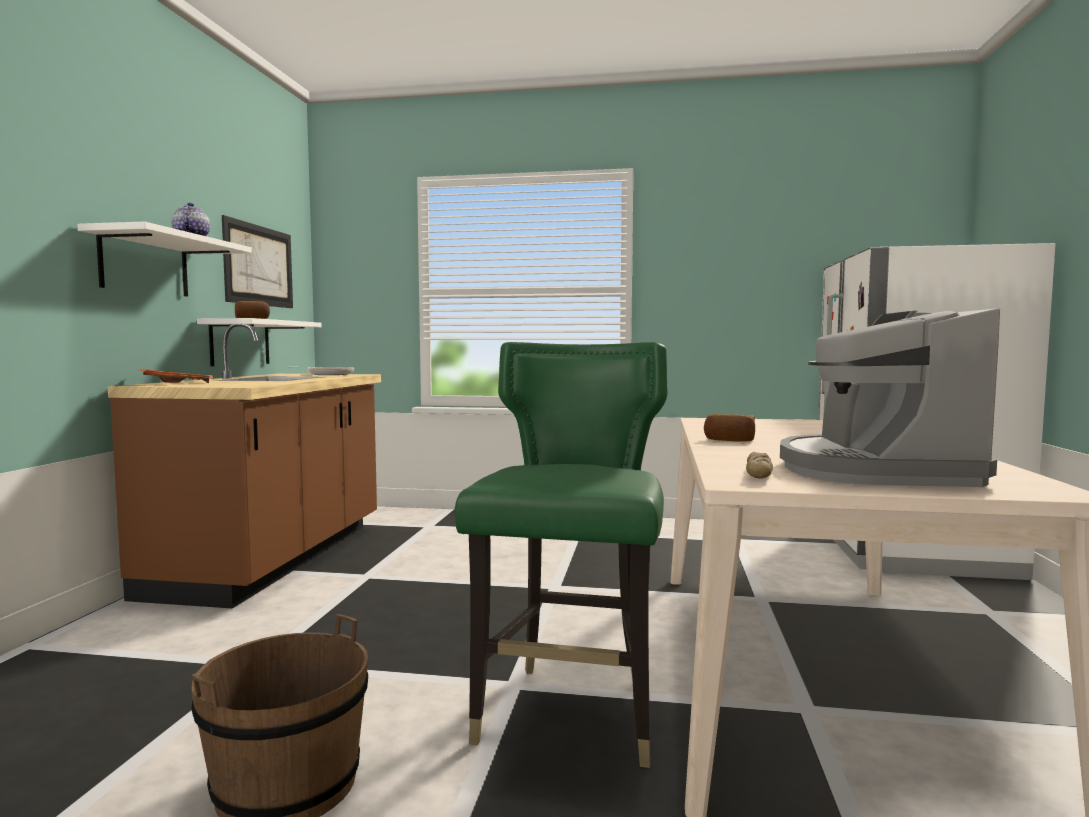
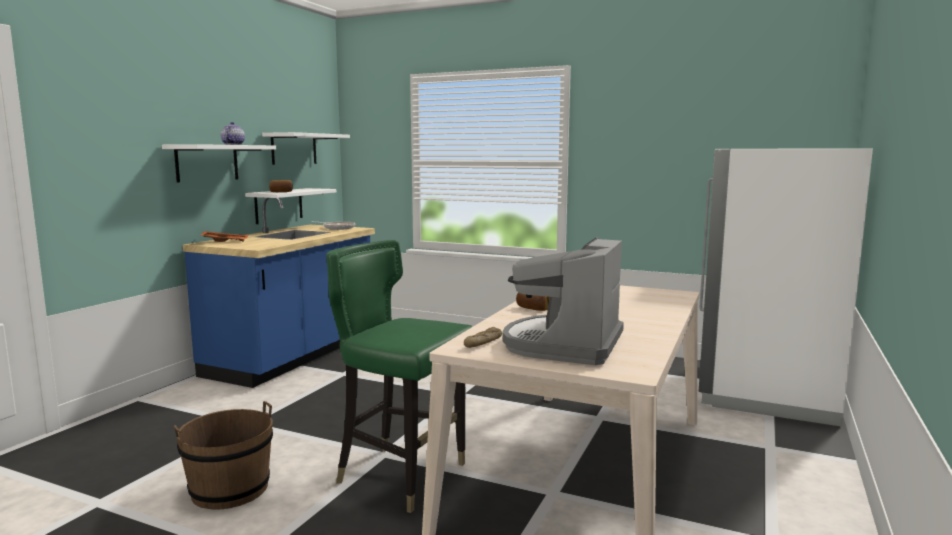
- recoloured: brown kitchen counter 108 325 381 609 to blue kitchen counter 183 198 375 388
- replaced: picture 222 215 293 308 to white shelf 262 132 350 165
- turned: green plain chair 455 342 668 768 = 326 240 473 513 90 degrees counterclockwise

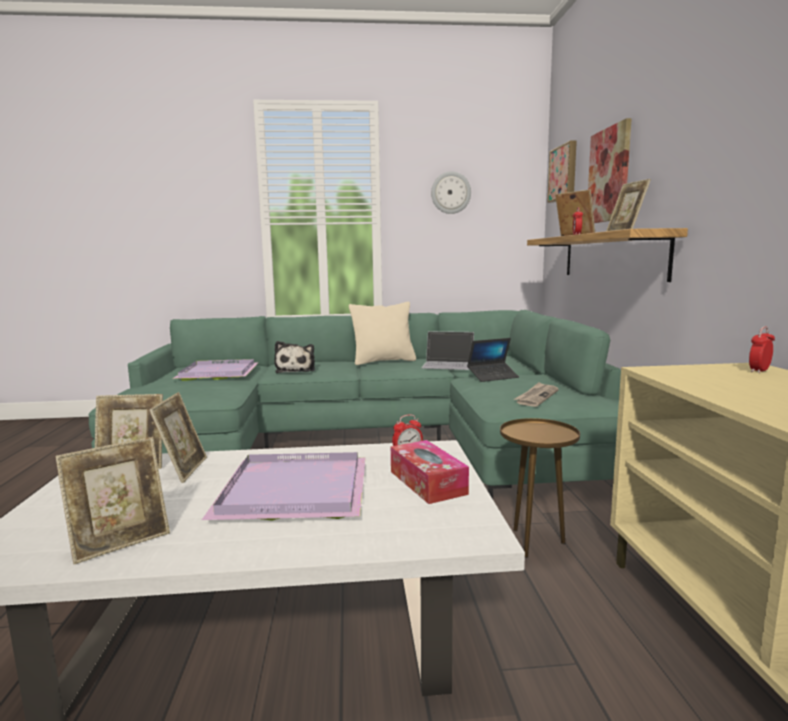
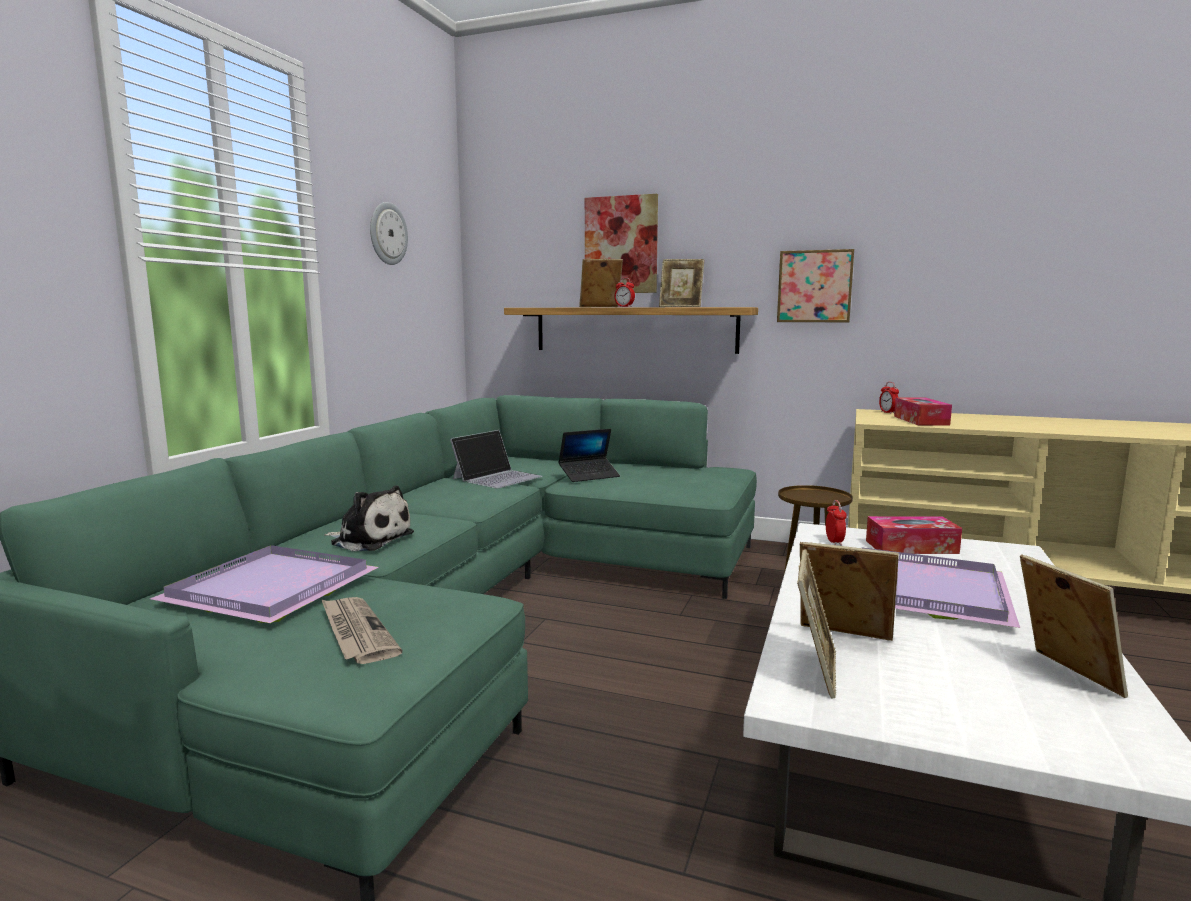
- moved: printed paper 514 382 559 407 to 321 597 402 664
- turned: portable computer 467 338 519 382 = 559 429 620 482 60 degrees clockwise
- moved: picture 547 141 577 203 to 777 249 854 322
- added: box of tissues 894 397 952 426
- removed: sand-coloured throw pillow 349 302 416 365

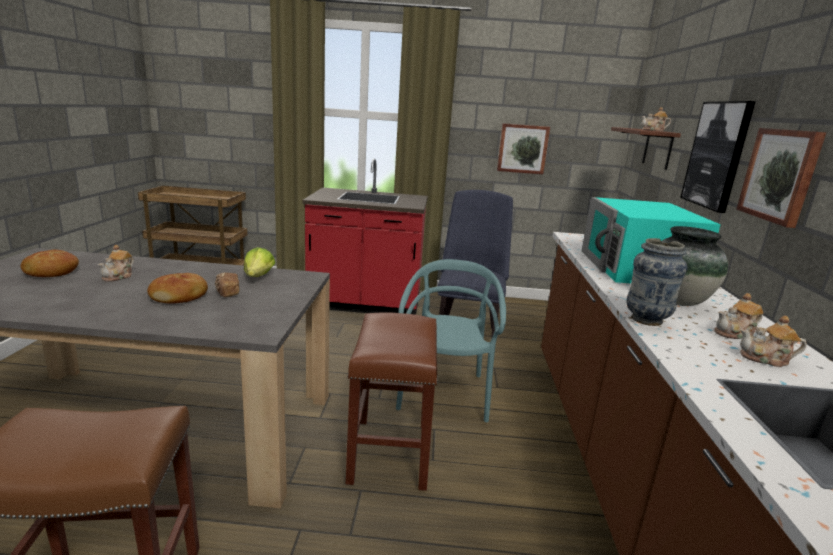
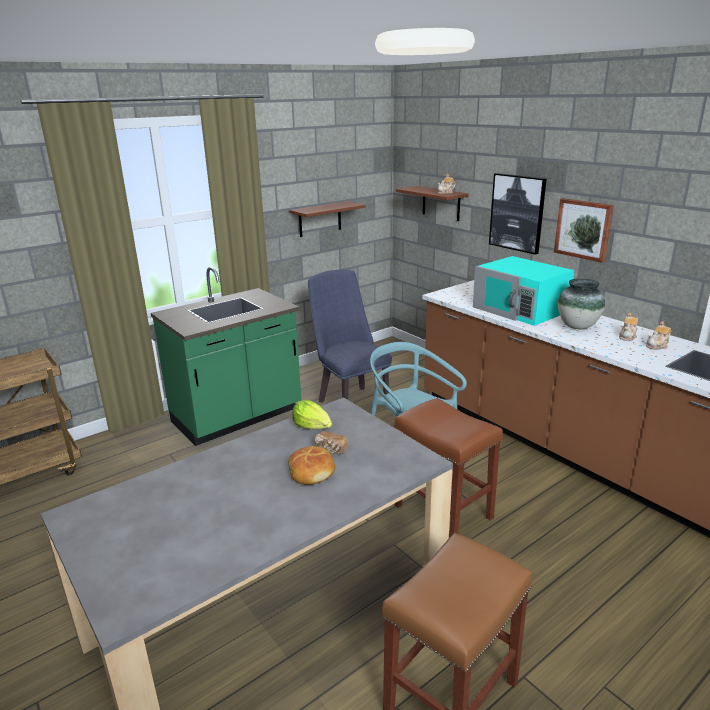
- recoloured: red kitchen counter 302 159 428 315 to green kitchen counter 151 267 301 446
- replaced: picture 497 123 550 174 to shelf 290 201 366 237
- removed: baked bread 21 249 79 277
- removed: pot for tea 98 245 134 282
- removed: decorative vase 626 238 688 326

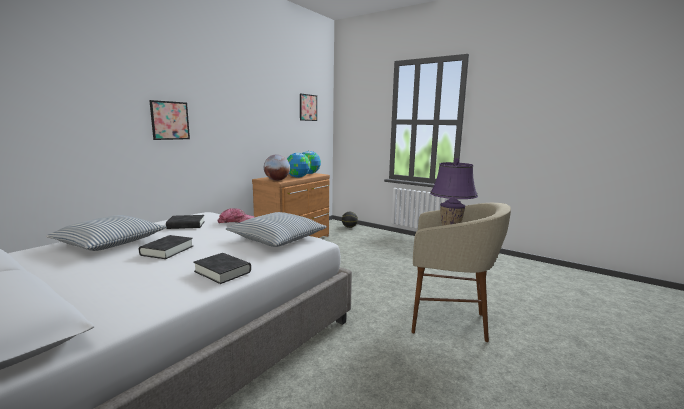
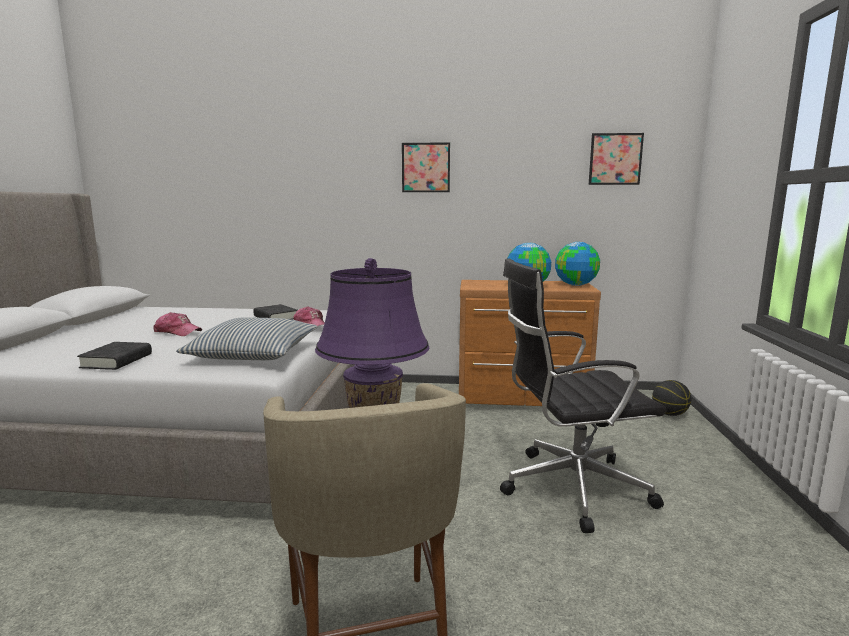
- replaced: blackish volume 139 235 193 259 to peaked cap 153 312 202 336
- moved: picture 149 100 190 140 to 402 142 450 192
- added: blackish office chair 500 258 666 533
- removed: throw pillow 46 215 166 251
- removed: desk globe 264 154 290 181

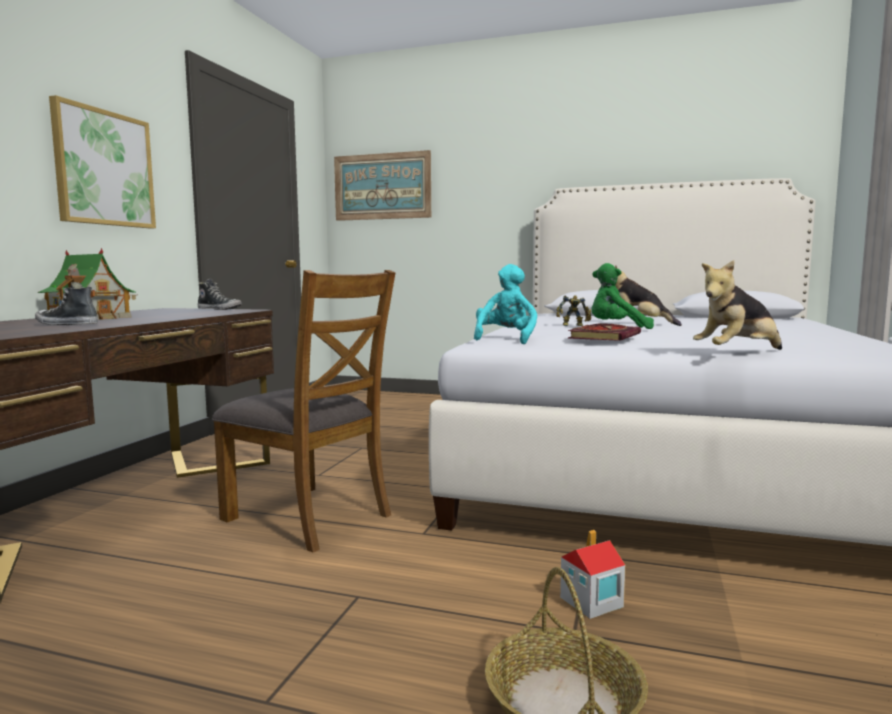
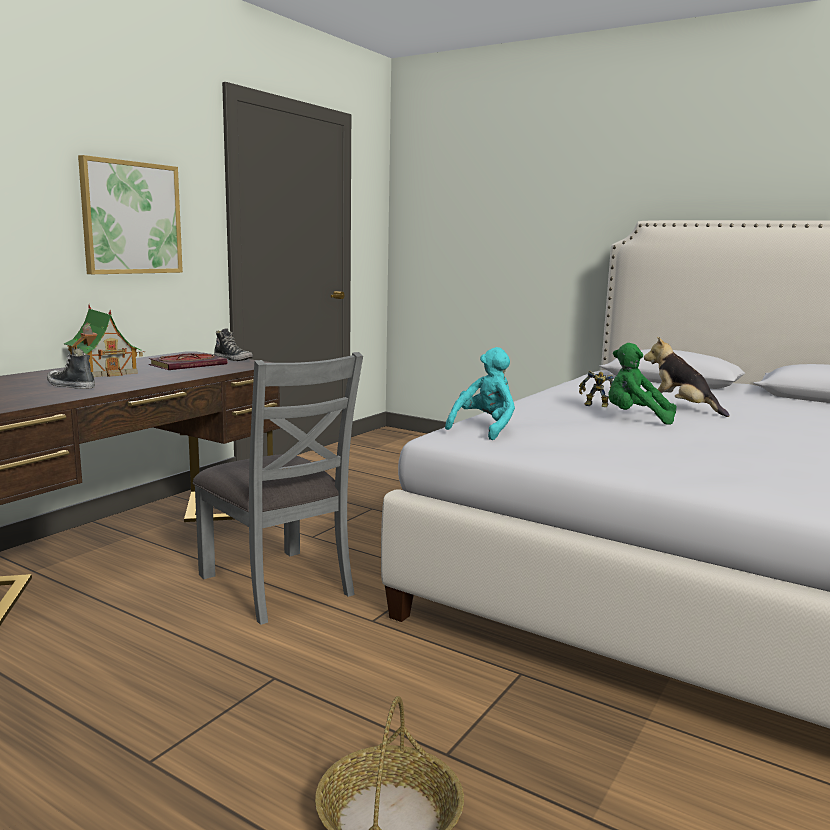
- moved: volume 568 323 641 341 to 148 353 227 370
- recoloured: brown plain chair 212 270 395 553 to grey plain chair 193 352 363 625
- removed: picture 334 150 431 221
- removed: miniature house 560 530 625 619
- removed: cuddly toy 693 260 782 350

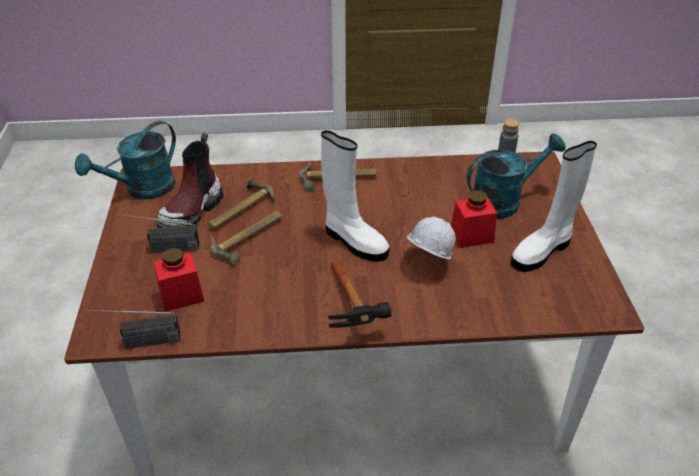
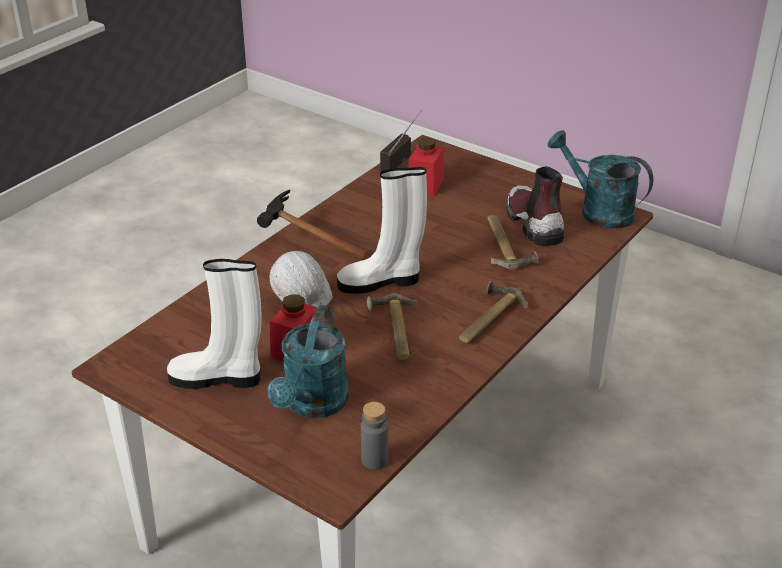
- turned: white boot 511 141 597 272 = 167 259 262 389 90 degrees counterclockwise
- moved: hammer 211 211 282 265 to 367 293 417 360
- turned: turquoise sprinkling can 75 121 176 199 = 547 130 653 229 45 degrees counterclockwise
- removed: radio receiver 118 214 199 253

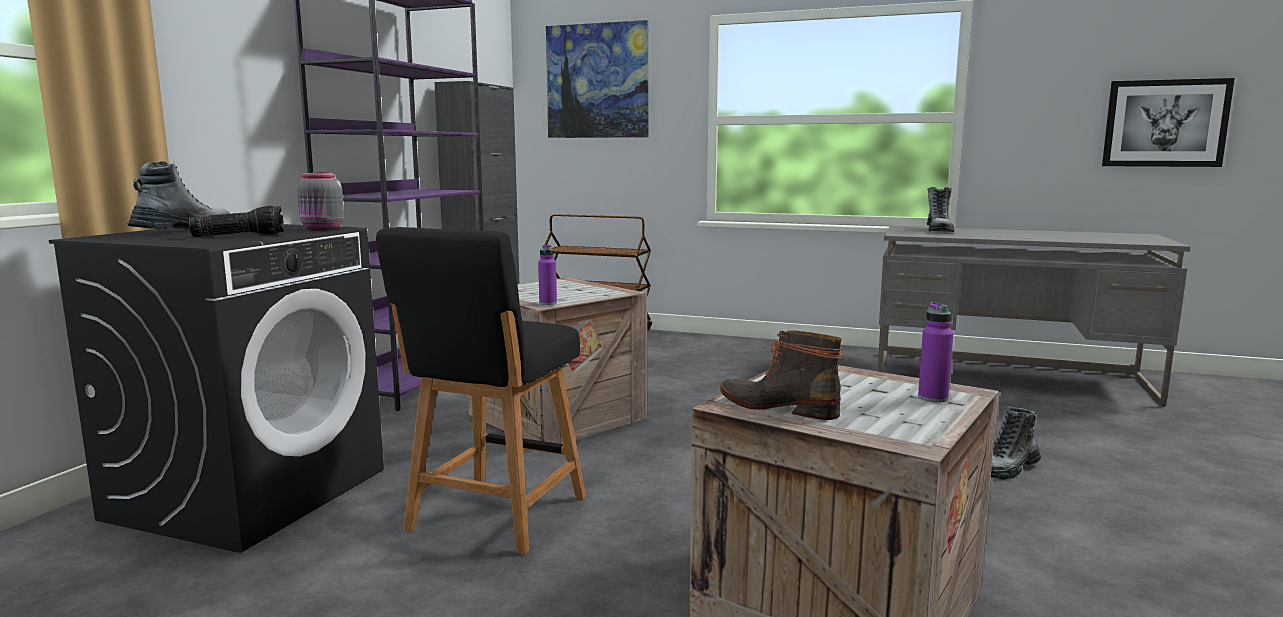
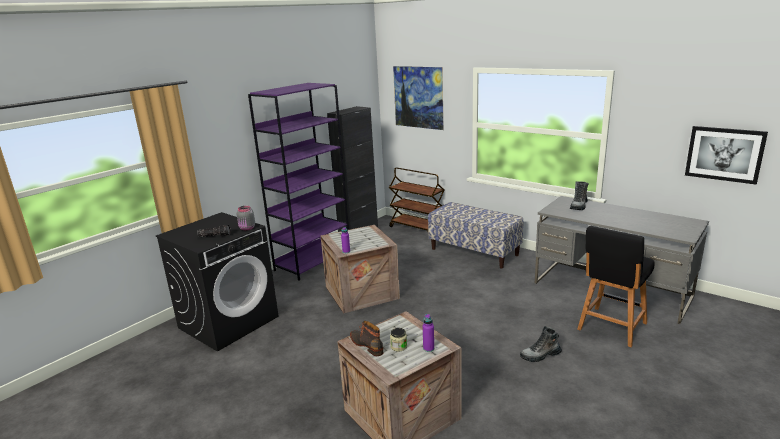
- added: storage jar 390 328 407 352
- added: long seat 428 202 523 269
- moved: blackish sitting stool 376 227 586 555 to 577 226 655 347
- removed: boot 127 161 230 229

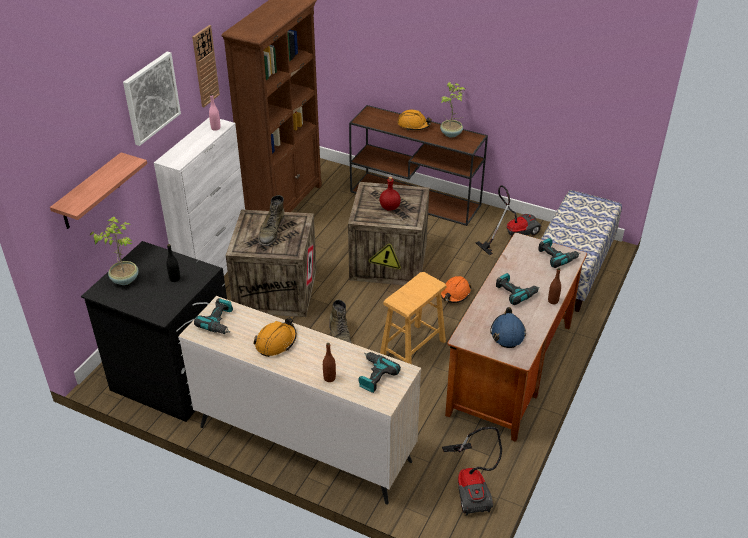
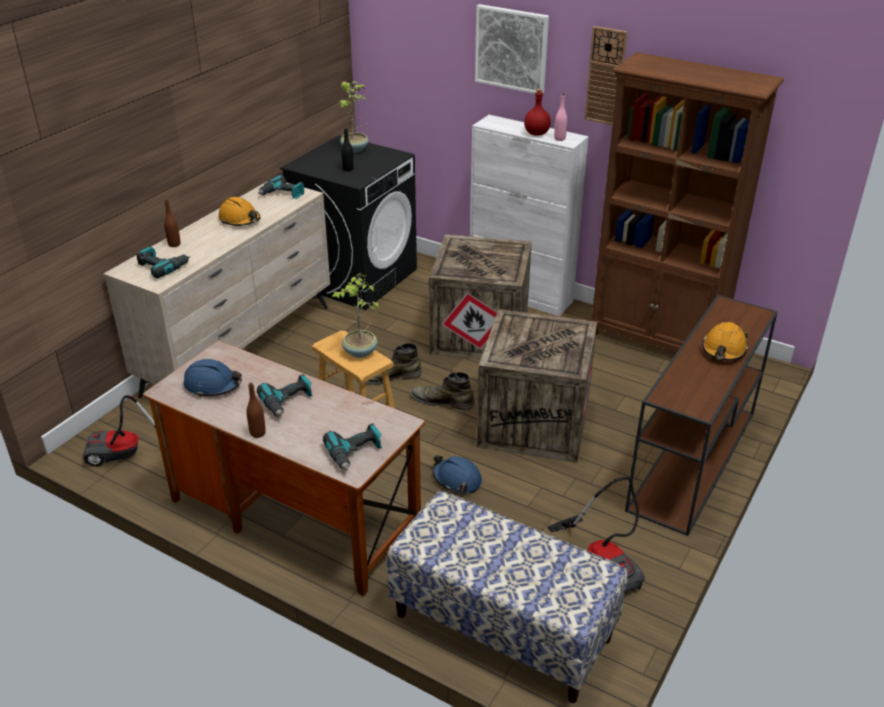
- moved: potted plant 440 82 466 138 to 331 273 379 358
- moved: green boot 258 195 284 246 to 411 372 475 410
- recoloured: orange-coloured safety helmet 441 276 472 303 to blue safety helmet 433 455 482 493
- moved: red beverage bottle 379 177 401 211 to 524 89 551 136
- removed: shelf 50 153 147 229

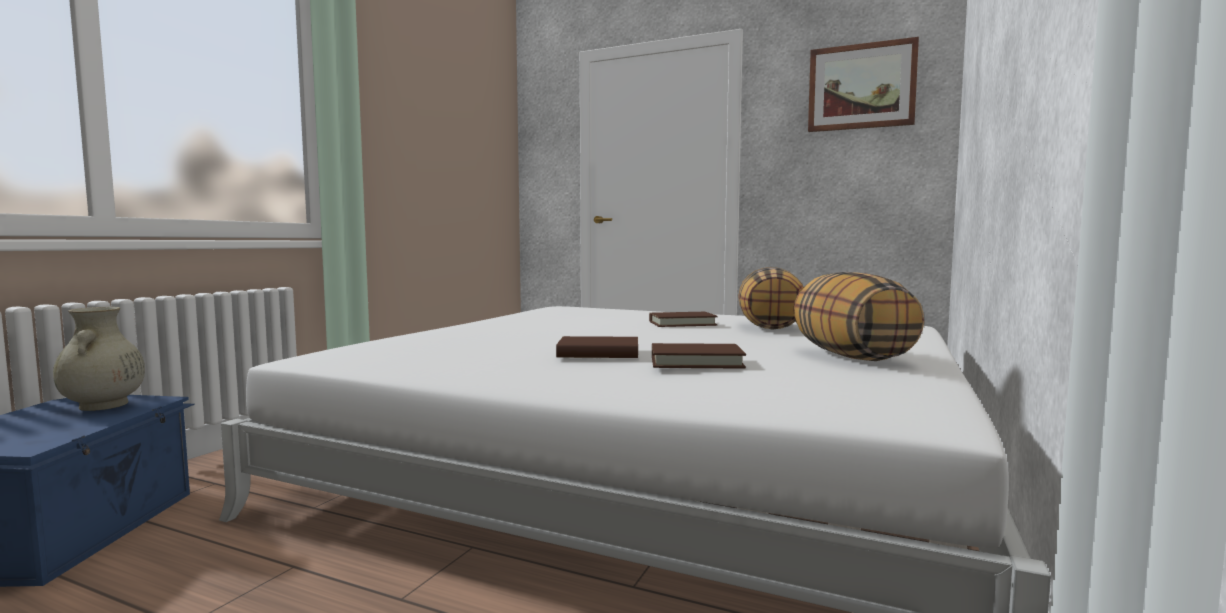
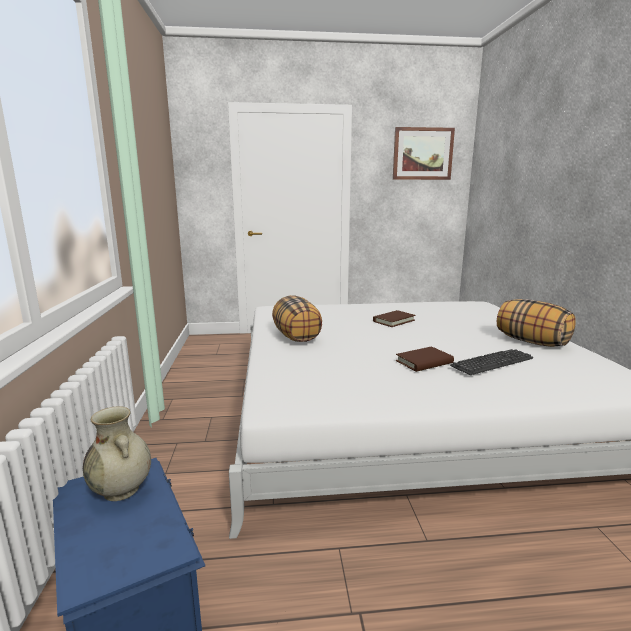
- moved: throw pillow 738 267 803 329 to 272 295 322 342
- replaced: brown volume 652 343 746 368 to computer keyboard 450 349 533 375

